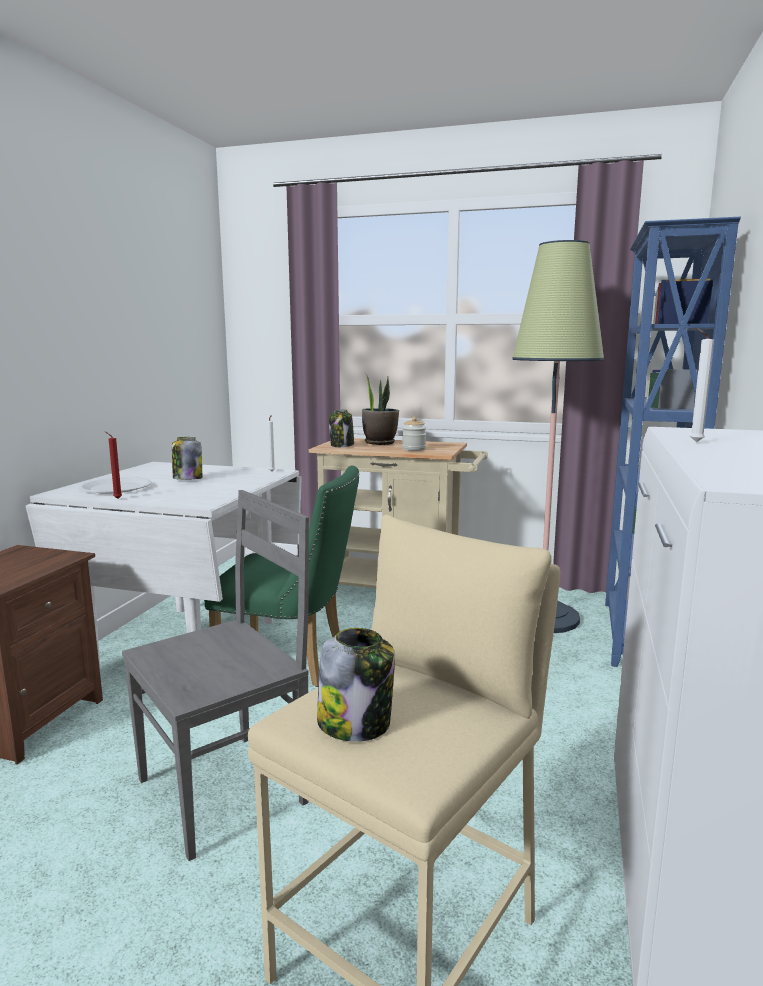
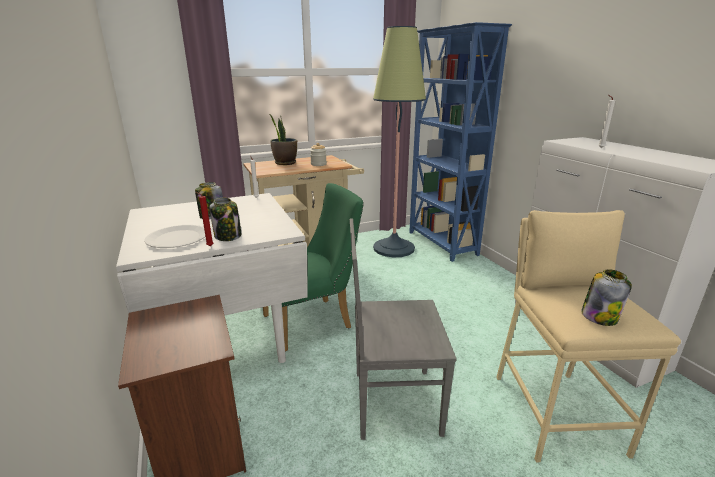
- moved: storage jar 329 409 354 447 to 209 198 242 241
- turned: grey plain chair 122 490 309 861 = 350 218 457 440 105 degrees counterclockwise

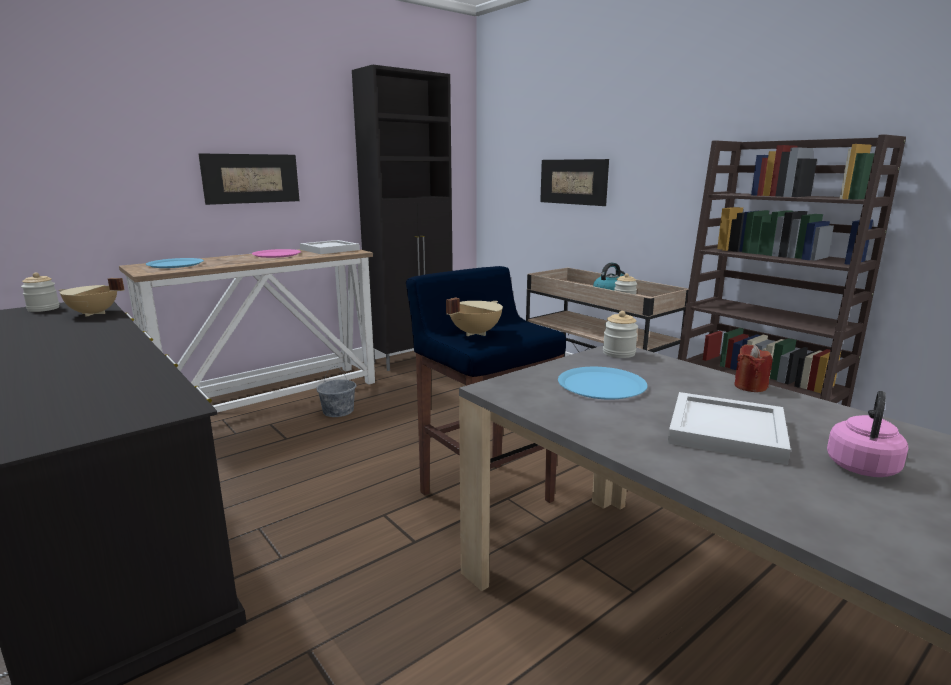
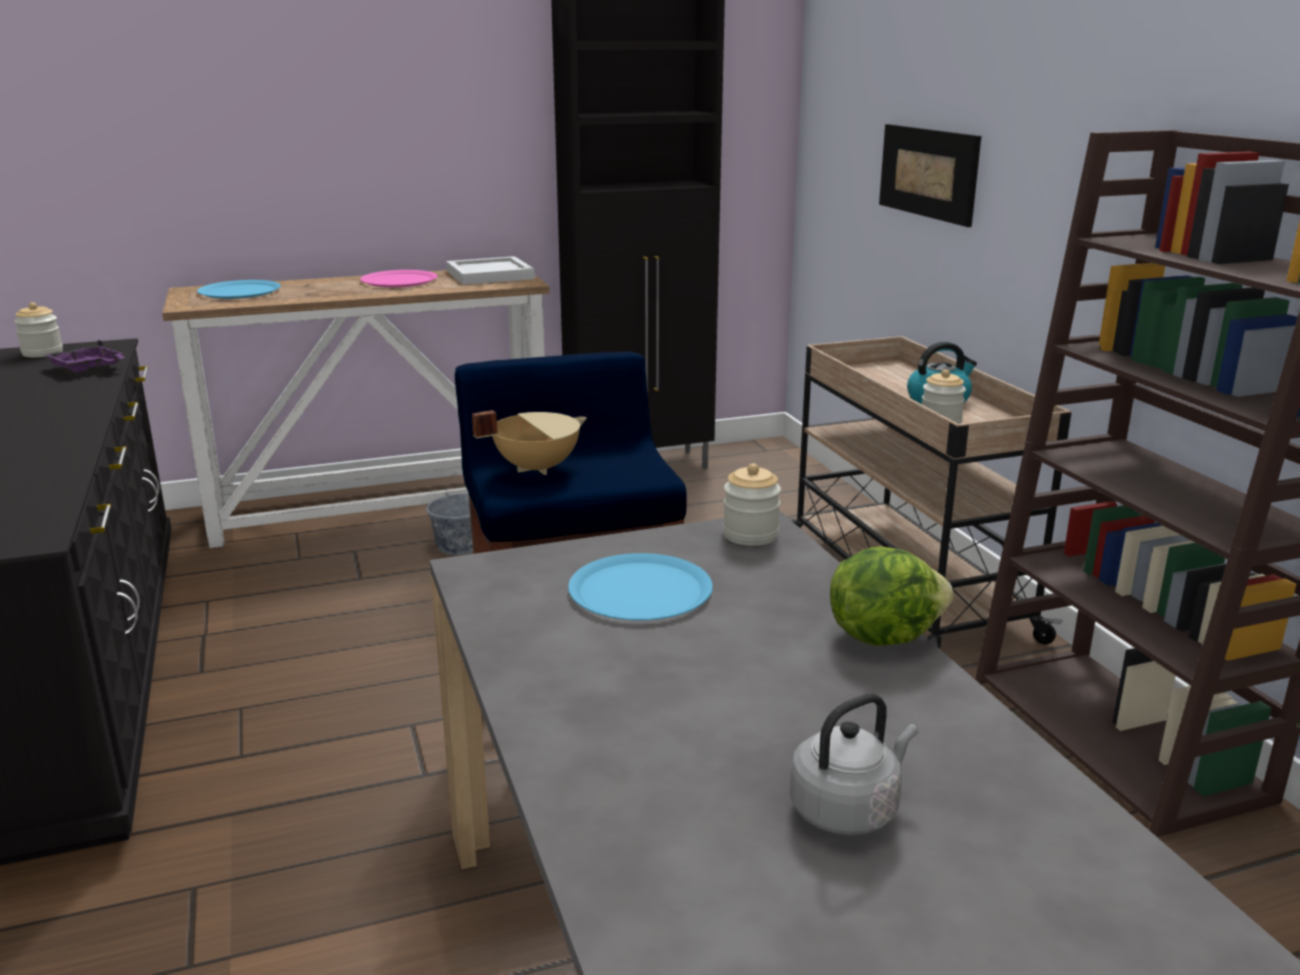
- replaced: sand-coloured stockpot 59 278 125 317 to purplish serving tray 45 340 125 373
- recoloured: pink-coloured tea kettle 827 391 908 477 to grey tea kettle 789 693 918 835
- replaced: red wax light 734 344 773 392 to lettuce 830 546 953 646
- removed: picture 199 153 300 205
- removed: white serving tray 668 392 791 465

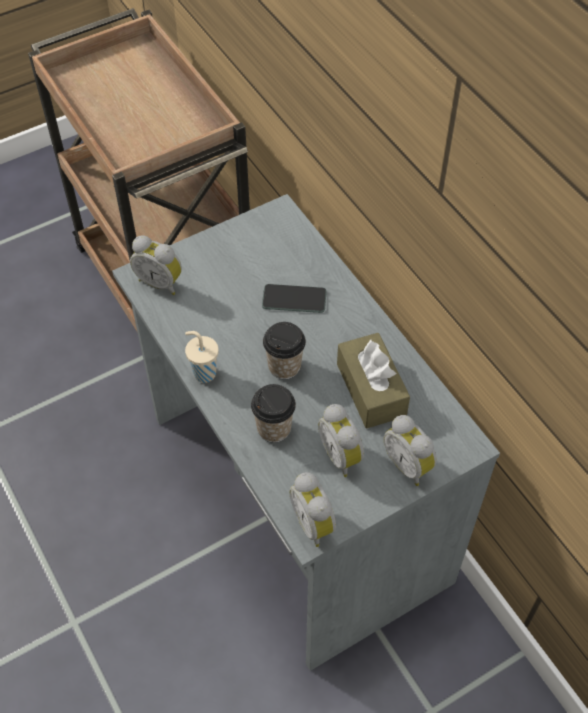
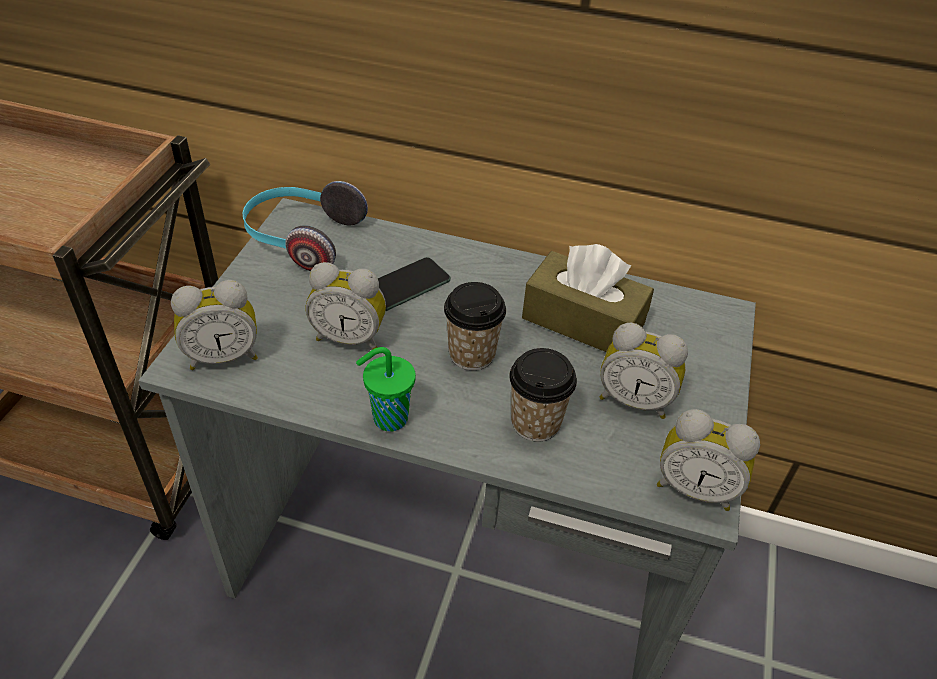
- added: pair of headphones 242 181 368 271
- moved: alarm clock 384 415 437 486 to 306 262 386 350
- recoloured: sand-coloured cup 185 331 219 383 to green cup 356 347 416 431

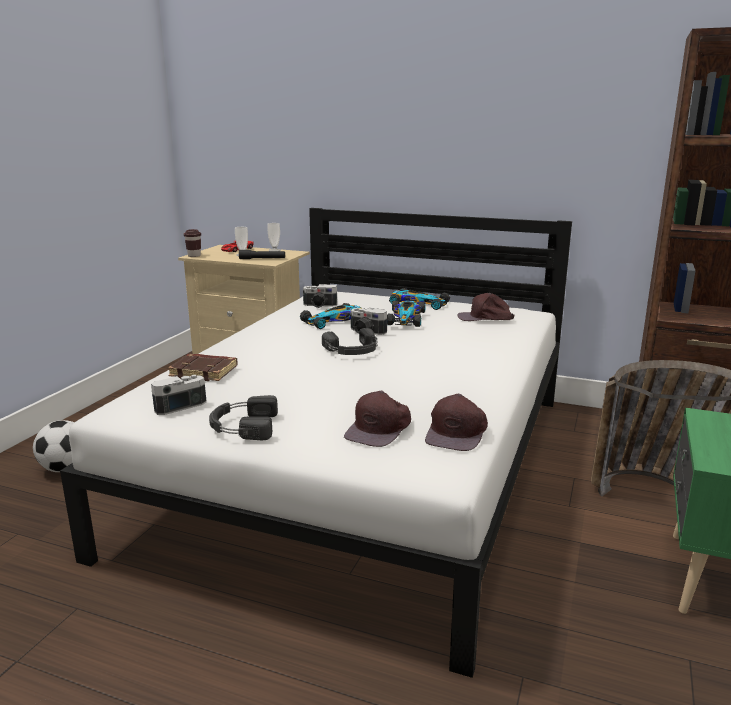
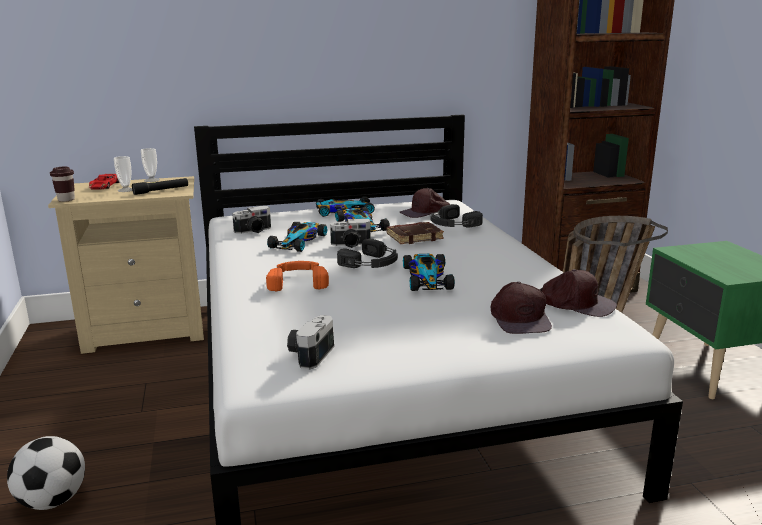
- added: orange-coloured pair of headphones 266 261 329 292
- moved: brown volume 168 354 238 381 to 387 222 444 244
- added: model car 403 254 455 291
- moved: blackish pair of headphones 209 395 278 440 to 430 204 483 227
- turned: brown peaked cap 425 394 488 451 = 539 269 617 317 45 degrees counterclockwise

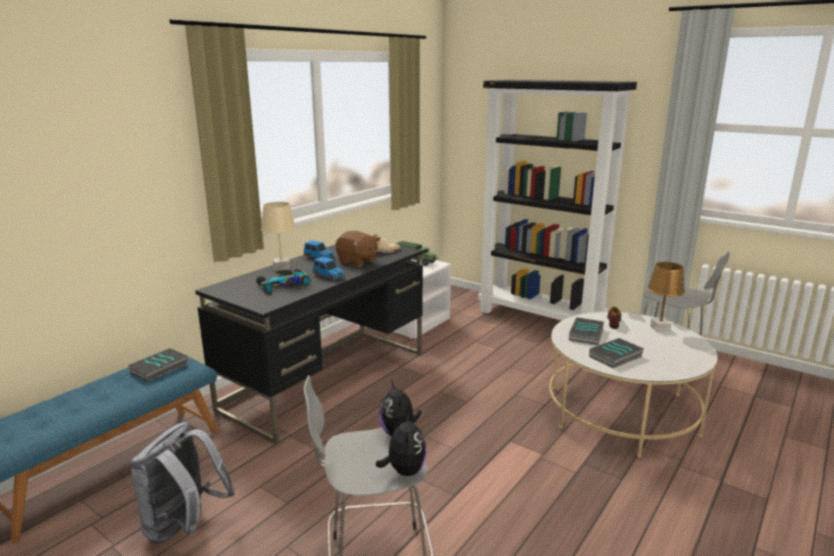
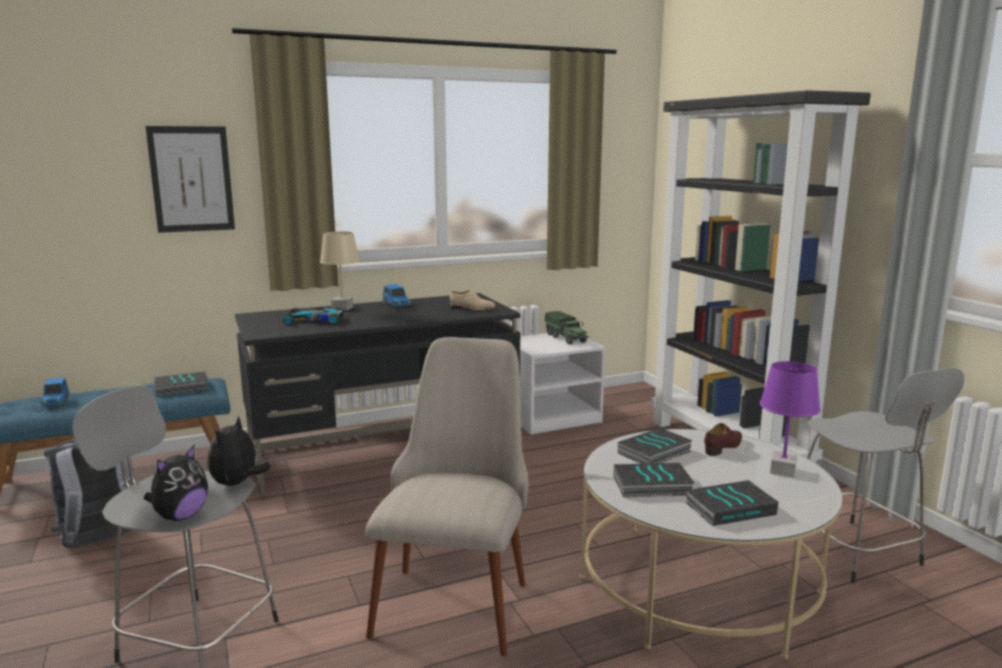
- moved: model car 312 257 345 280 to 41 377 69 407
- added: picture 146 126 235 233
- added: sand-coloured plain chair 365 337 529 656
- added: volume 685 480 779 526
- recoloured: brown lamp for a table 647 262 685 332 to purplish lamp for a table 760 361 821 478
- removed: brown cuddly toy 335 231 378 267

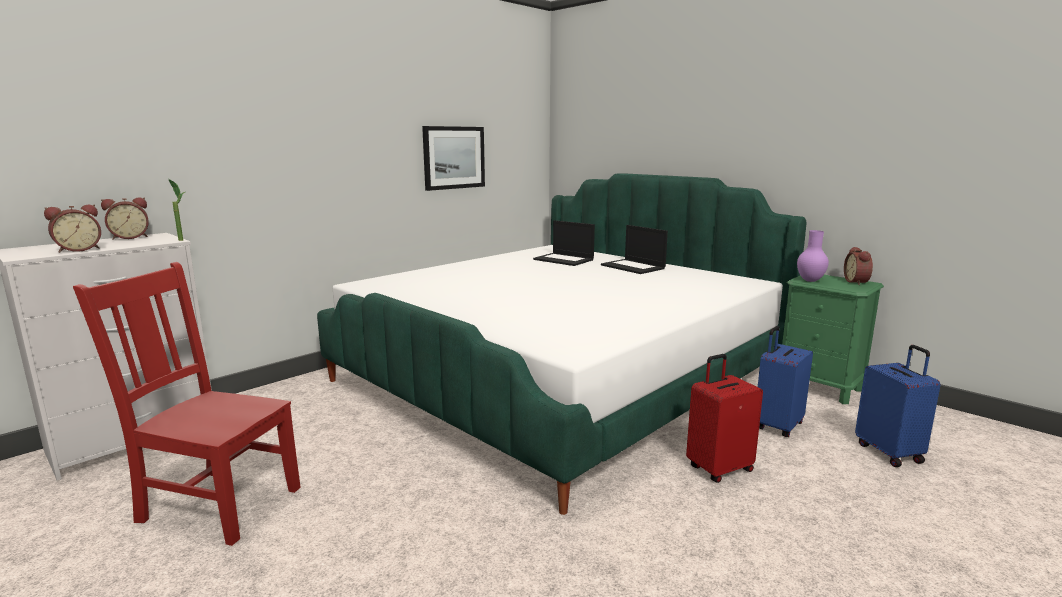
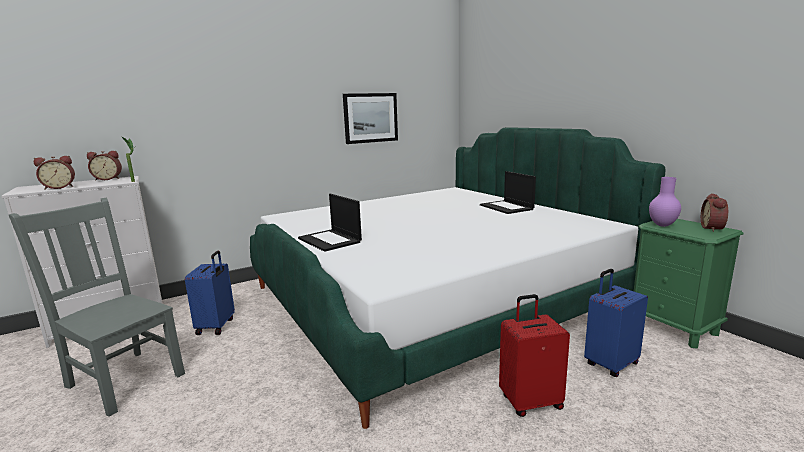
- recoloured: red plain chair 73 262 301 546 to grey plain chair 9 198 185 417
- moved: blue piece of luggage 855 345 940 467 to 185 251 235 335
- moved: portable computer 533 220 595 266 to 298 194 362 252

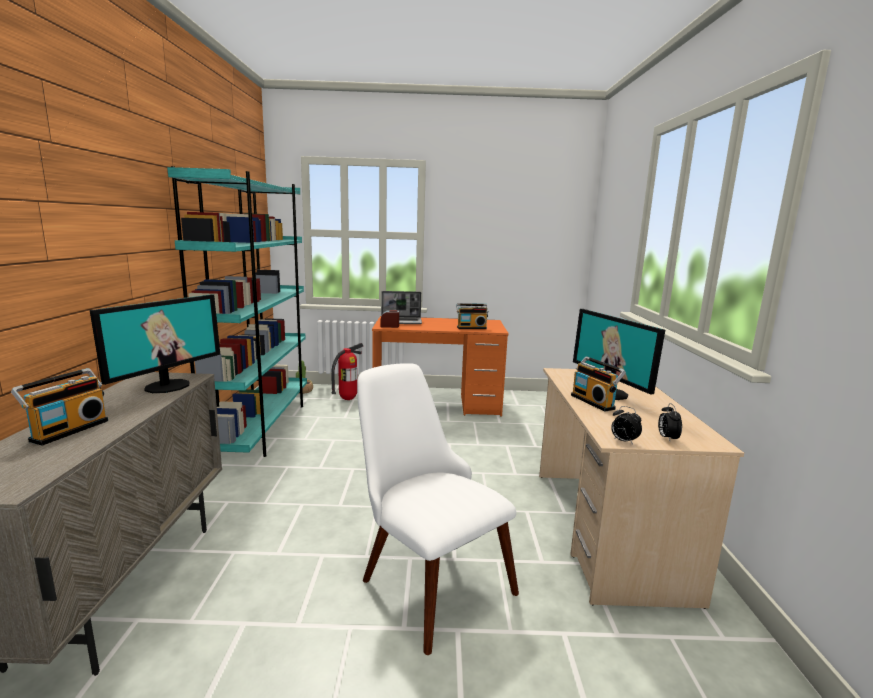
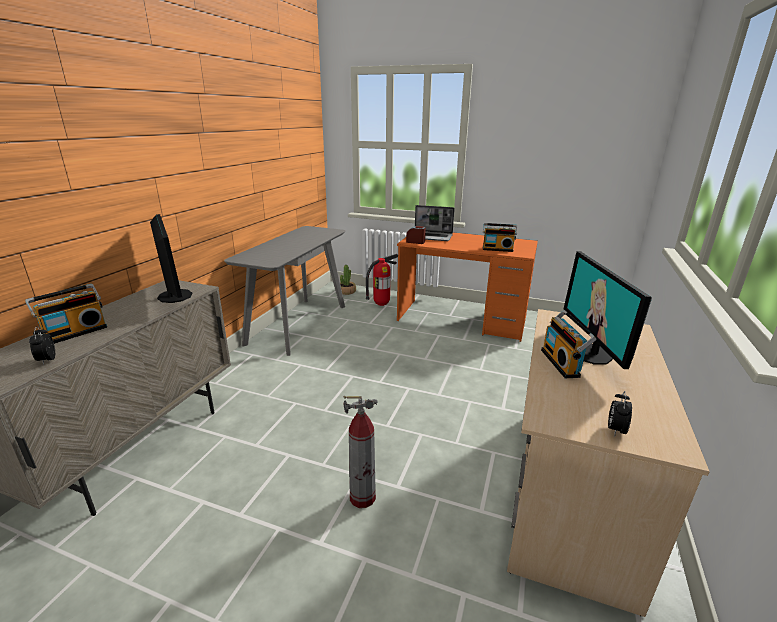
- moved: alarm clock 611 406 642 445 to 29 326 55 365
- turned: computer display 90 294 220 393 = 150 214 192 303 75 degrees counterclockwise
- replaced: turquoise bookshelf 167 166 307 457 to grey console table 224 226 345 356
- replaced: white plain chair 357 363 519 655 to fire extinguisher 344 396 378 508

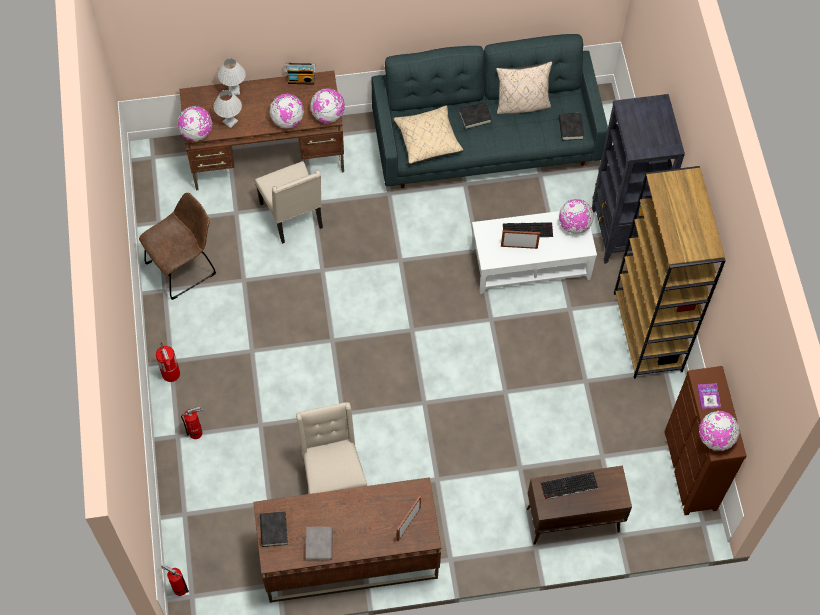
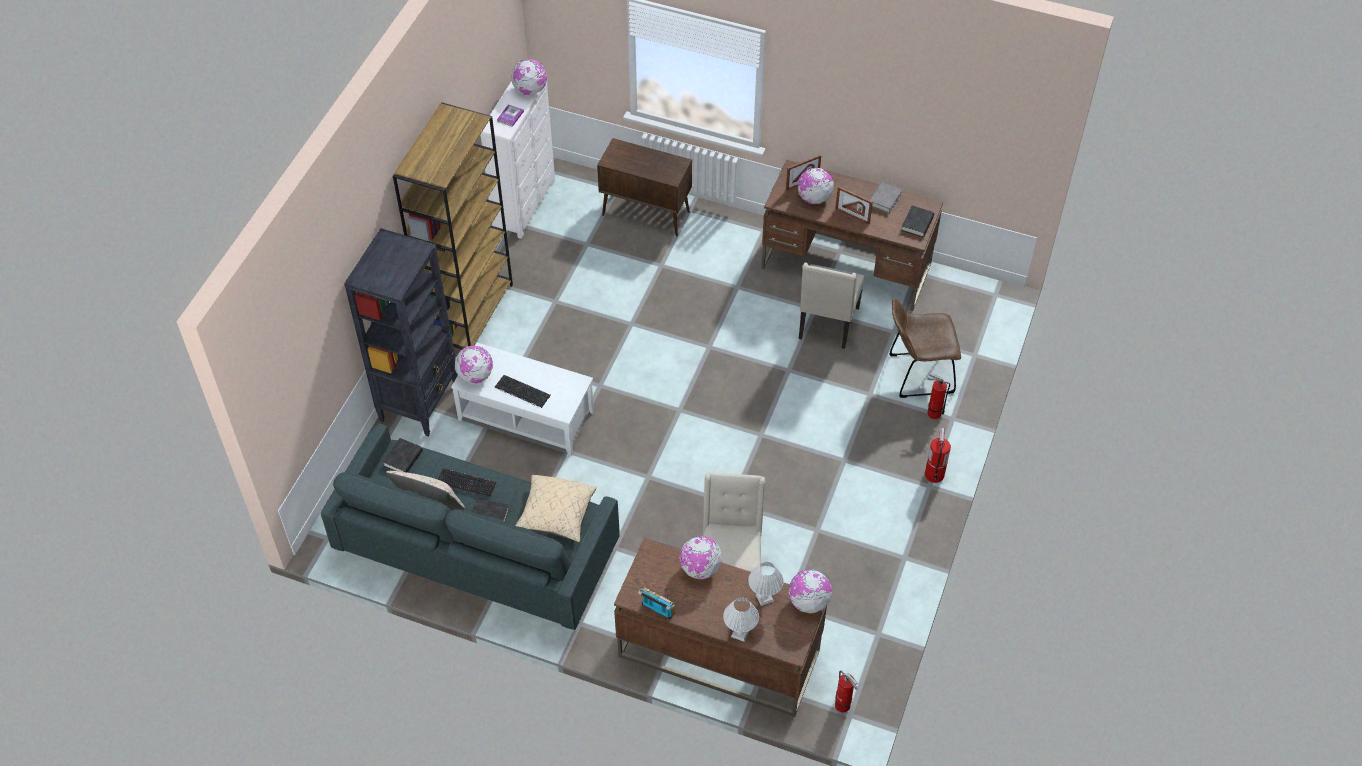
- moved: computer keyboard 541 472 598 499 to 438 469 496 498
- recoloured: brown drawer chest 664 366 747 515 to white drawer chest 480 81 555 239
- moved: desk globe 310 88 345 123 to 797 168 834 204
- moved: picture frame 501 230 540 249 to 835 186 873 224
- moved: fire extinguisher 161 564 189 596 to 835 671 858 713
- moved: brown plain chair 139 192 216 300 to 889 298 961 398

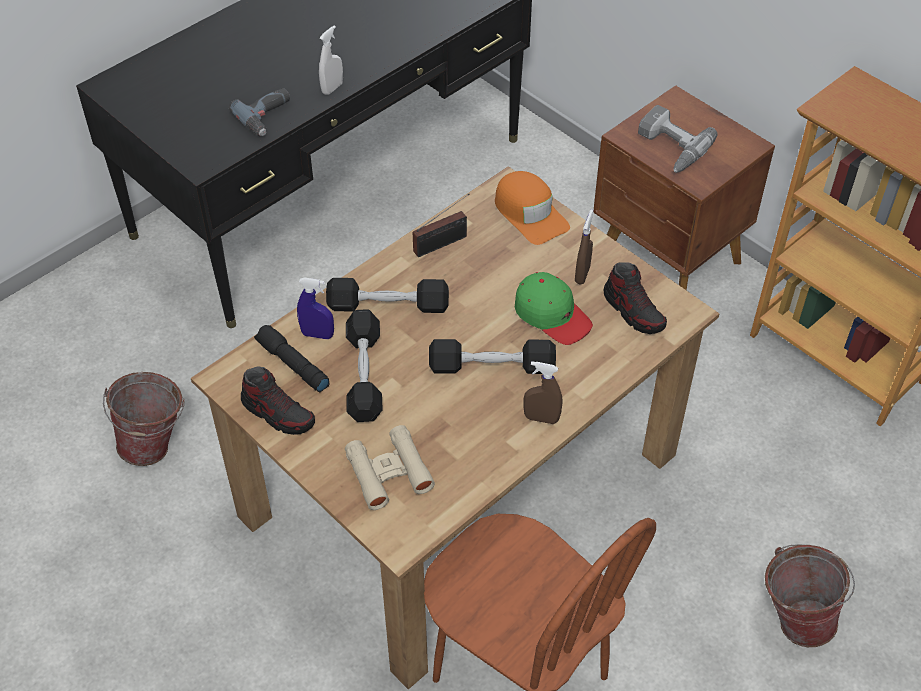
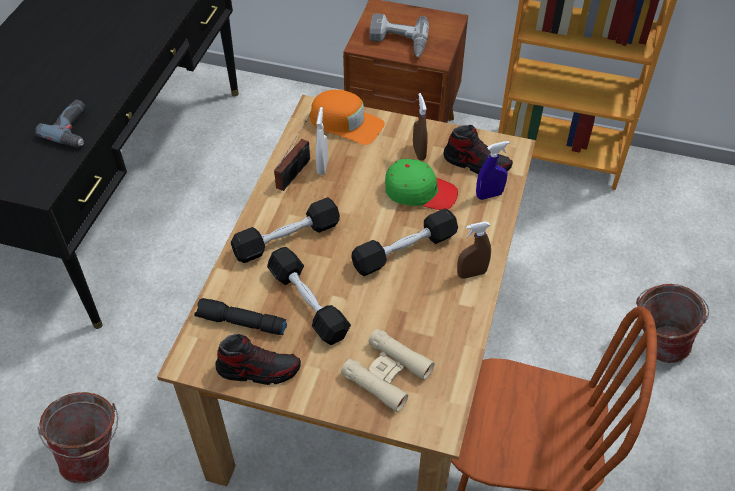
- moved: white sprayer 319 25 343 95 to 316 107 328 175
- moved: blue sprayer 297 277 334 339 to 476 141 510 200

